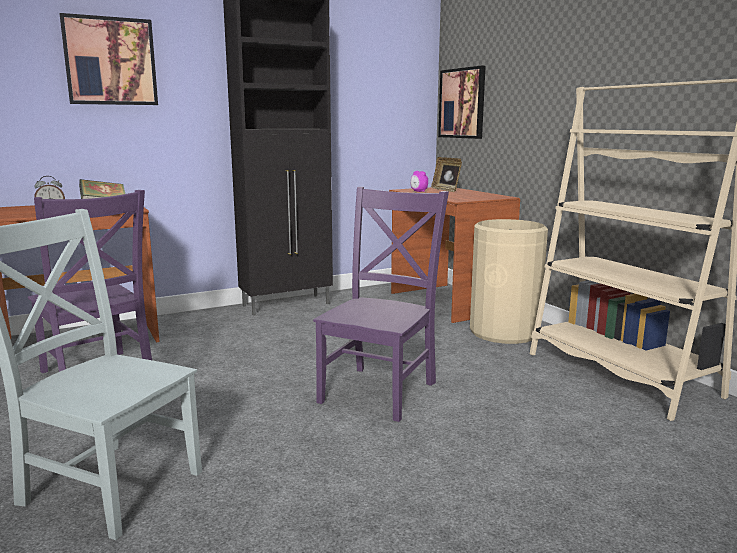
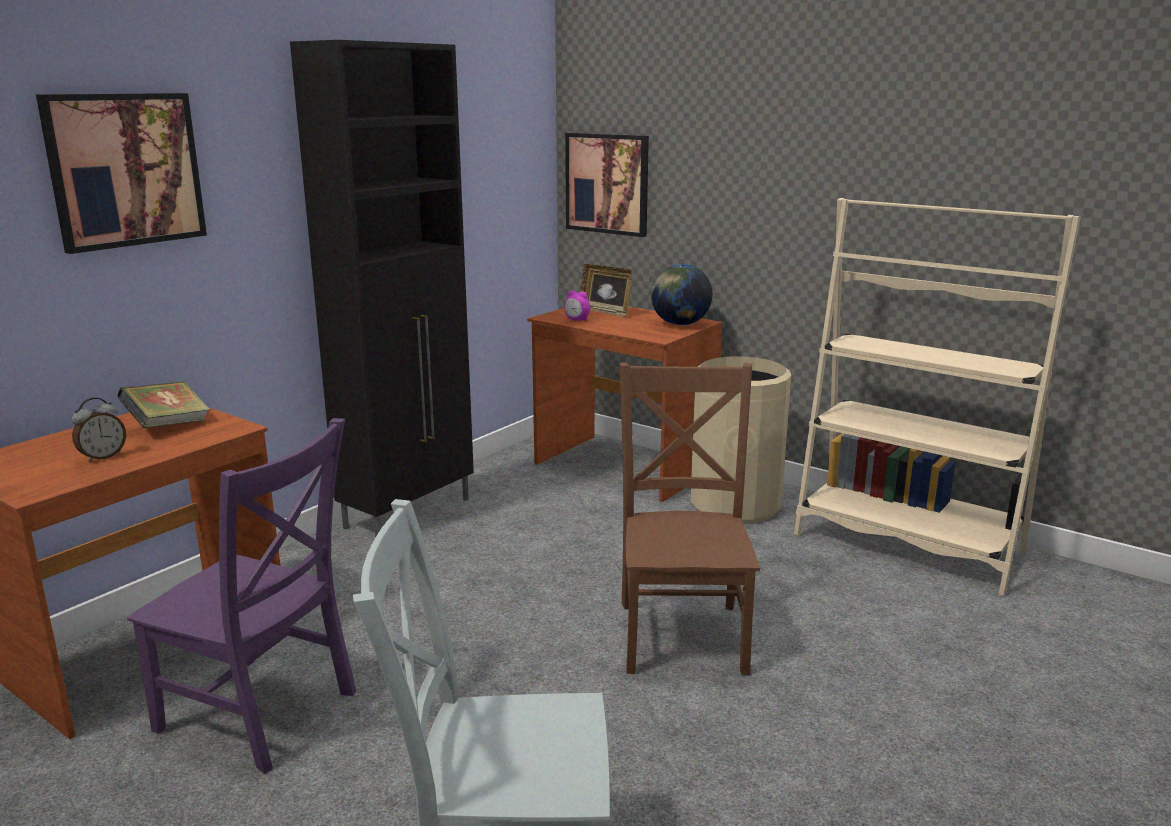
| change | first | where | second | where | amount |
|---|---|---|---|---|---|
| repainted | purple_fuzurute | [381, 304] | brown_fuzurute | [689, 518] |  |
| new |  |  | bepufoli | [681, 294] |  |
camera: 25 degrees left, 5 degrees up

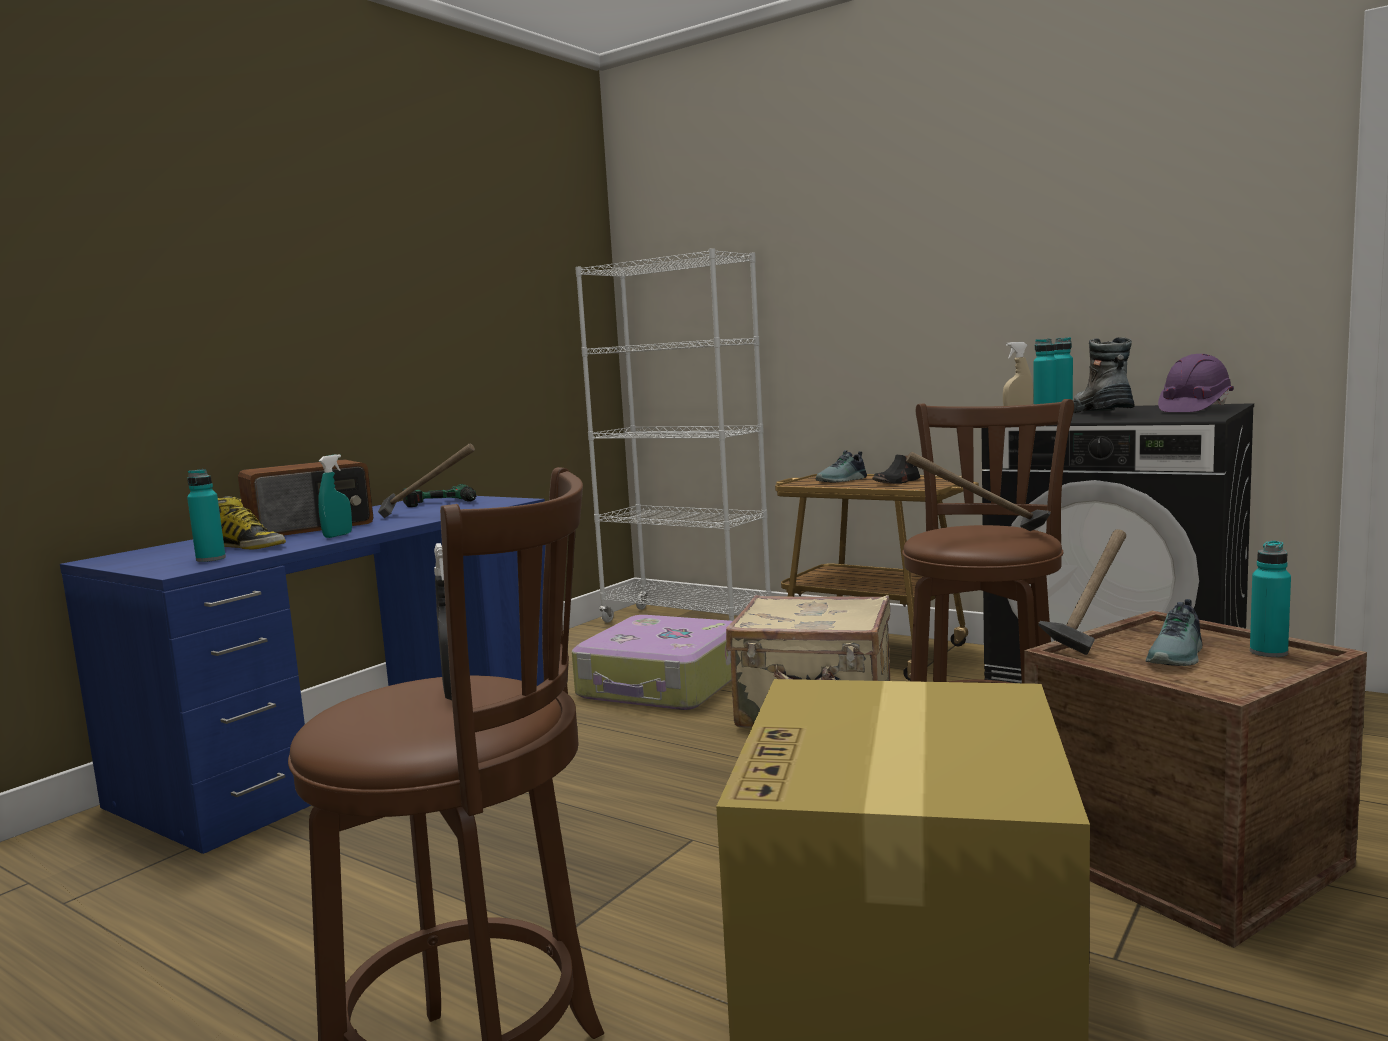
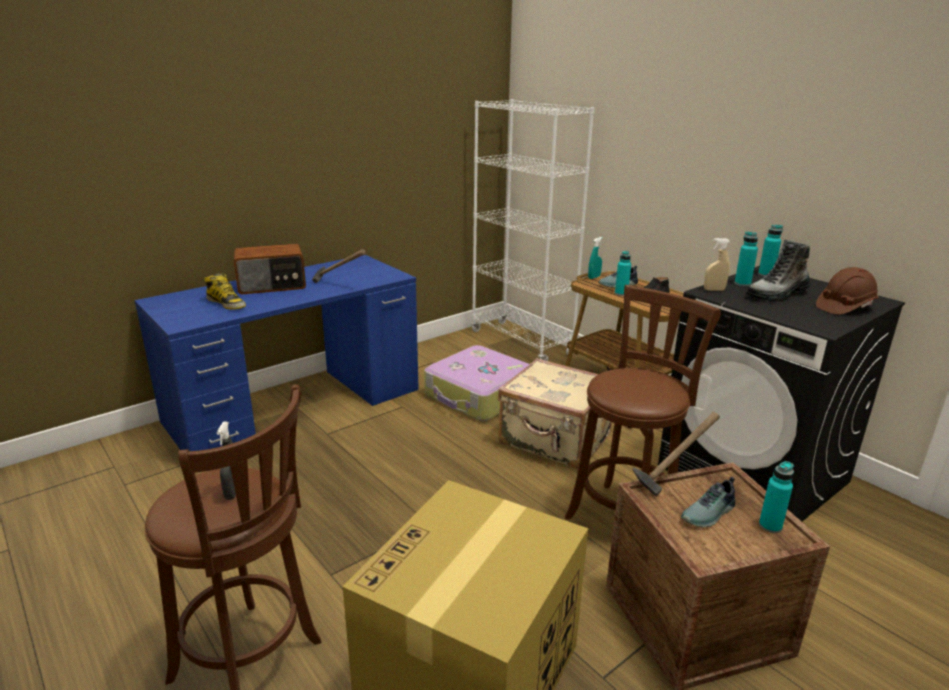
| change | first | where | second | where | amount |
|---|---|---|---|---|---|
| rotated | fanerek | [1103, 375] |  | [778, 271] | 135 degrees counterclockwise |
| repainted | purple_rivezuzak | [1196, 383] | brown_rivezuzak | [847, 290] |  |
| gone | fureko | [978, 491] |  |  |  |
| shifted | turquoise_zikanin | [335, 496] |  | [595, 258] |  |
| shifted | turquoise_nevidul | [206, 515] |  | [623, 273] |  |
| gone | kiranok | [439, 495] |  |  |  |
camera: 15 degrees right, 15 degrees up

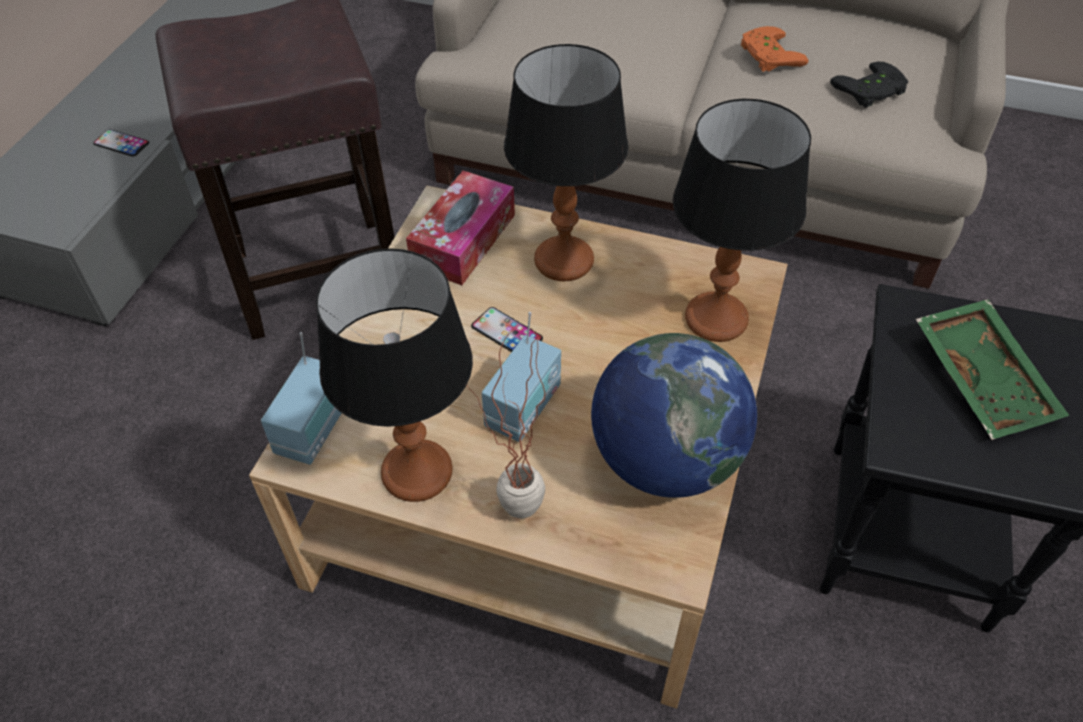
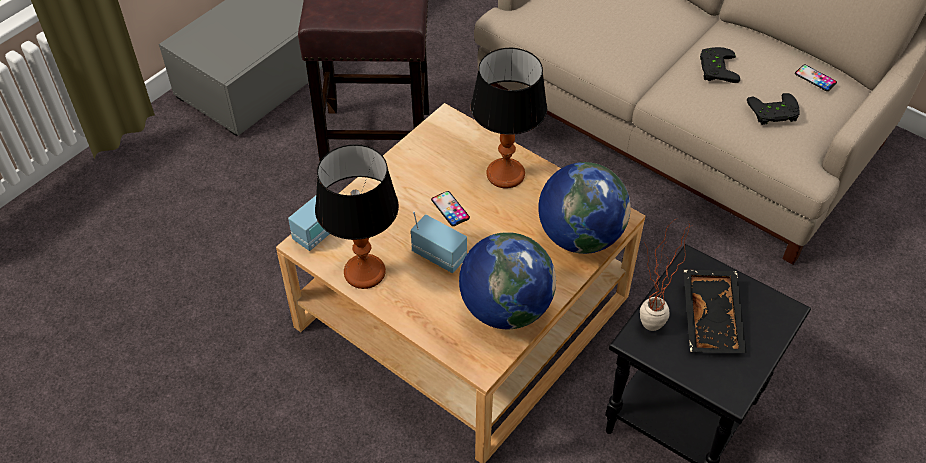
| change | first | where | second | where | amount |
|---|---|---|---|---|---|
| repainted | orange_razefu | [775, 49] | black_razefu | [720, 65] |  |
| swapped | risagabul | [742, 220] | bepufoli | [584, 208] |  |
| shifted | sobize | [121, 143] |  | [816, 78] |  |
| gone | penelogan | [460, 228] |  |  |  |
| repainted | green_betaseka | [992, 369] | black_betaseka | [715, 311] |  |
| rotated | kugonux | [521, 377] |  | [439, 242] | 105 degrees counterclockwise |
| shifted | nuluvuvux | [506, 423] |  | [667, 275] |  |
camera: 20 degrees right, 0 degrees up

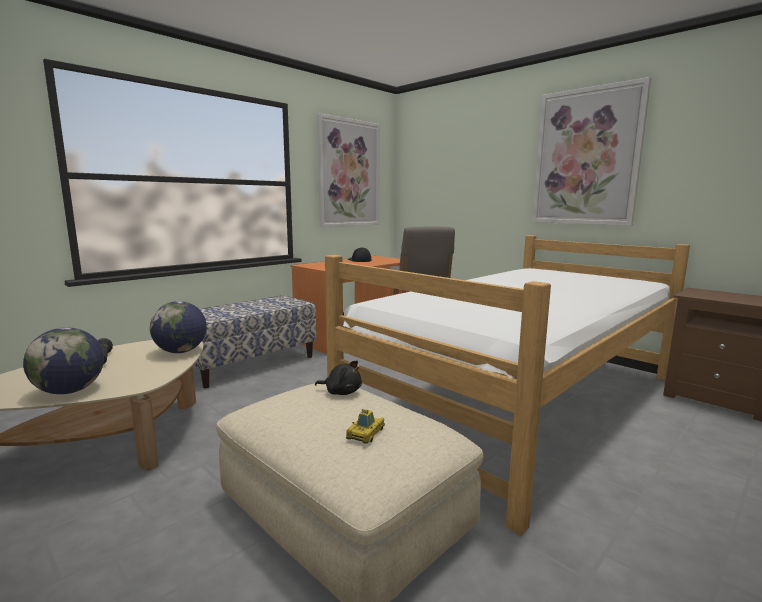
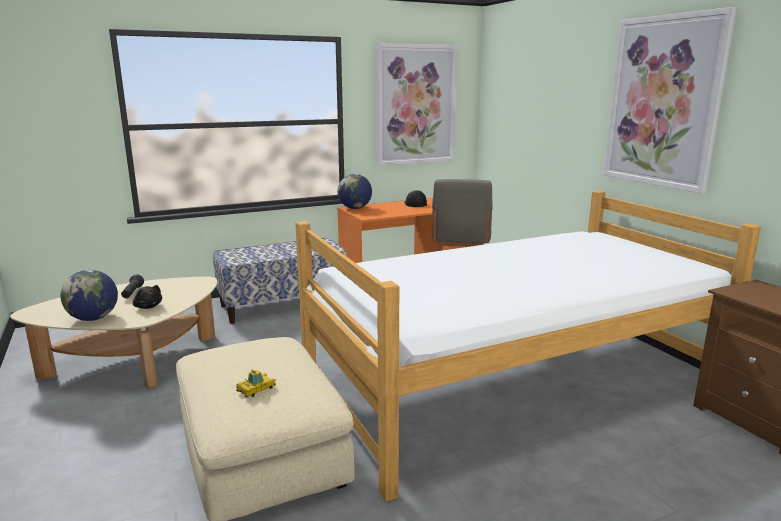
| change | first | where | second | where | amount |
|---|---|---|---|---|---|
| shifted | bepufoli | [178, 327] |  | [355, 191] |  |
| shifted | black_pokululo | [338, 377] |  | [147, 297] |  |
camera: 20 degrees right, 5 degrees up

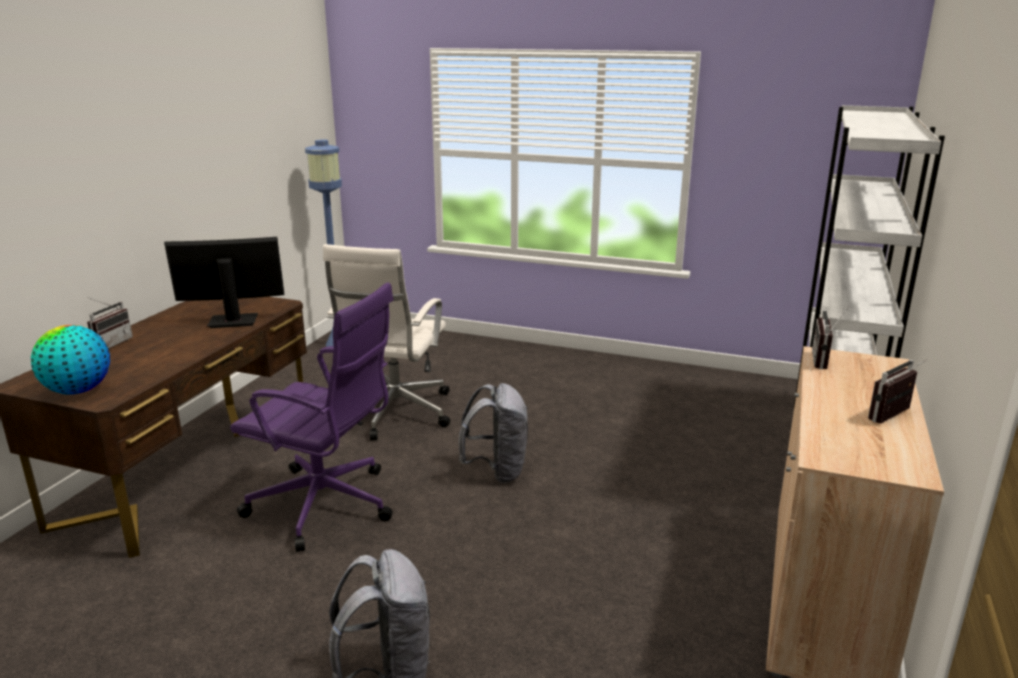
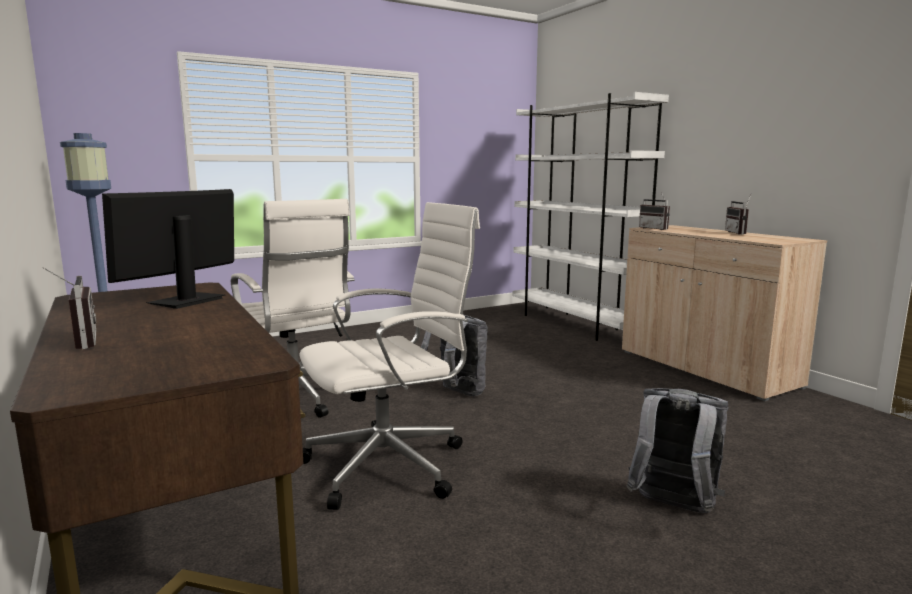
| change | first | where | second | where | amount |
|---|---|---|---|---|---|
| repainted | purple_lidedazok | [312, 417] | white_lidedazok | [389, 356] |  |
| gone | bepufoli | [70, 360] |  |  |  |
camera: 50 degrees left, 10 degrees down

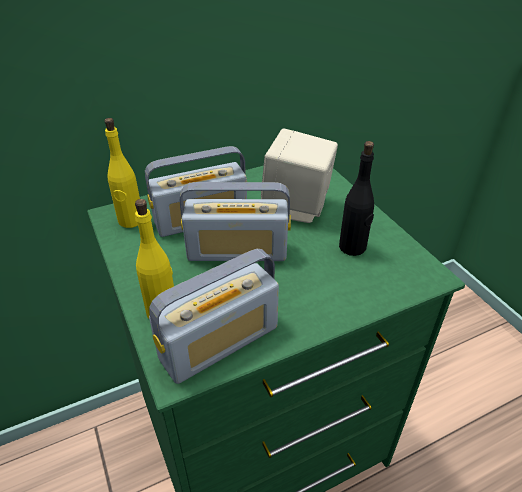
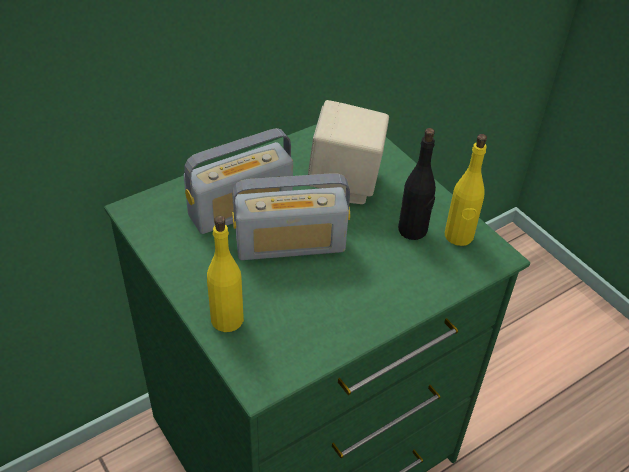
| change | first | where | second | where | amount |
|---|---|---|---|---|---|
| shifted | yellow_nevidul | [122, 173] |  | [466, 190] |  |
| gone | kugonux | [214, 316] |  |  |  |
camera: 10 degrees left, 5 degrees up

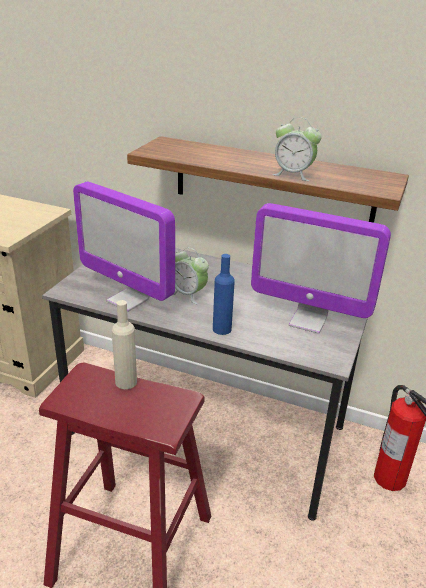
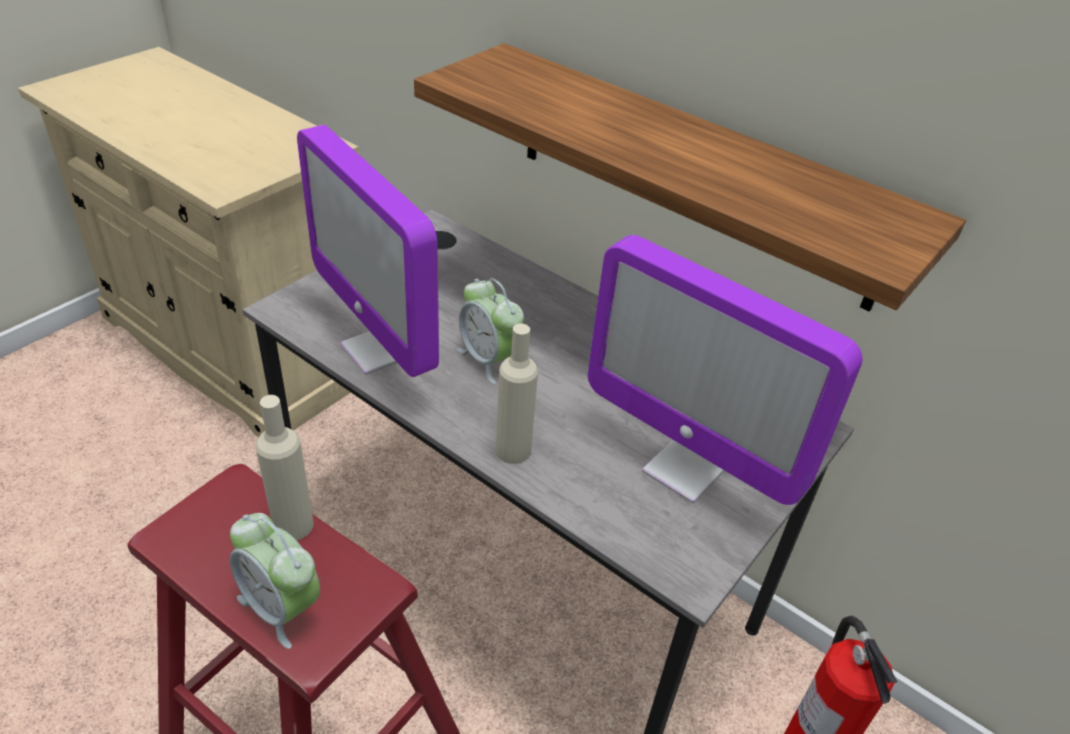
| change | first | where | second | where | amount |
|---|---|---|---|---|---|
| shifted | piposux | [297, 149] |  | [275, 581] |  |
| repainted | blue_nevidul | [224, 294] | beige_nevidul | [516, 394] |  |
camera: 15 degrees right, 10 degrees up

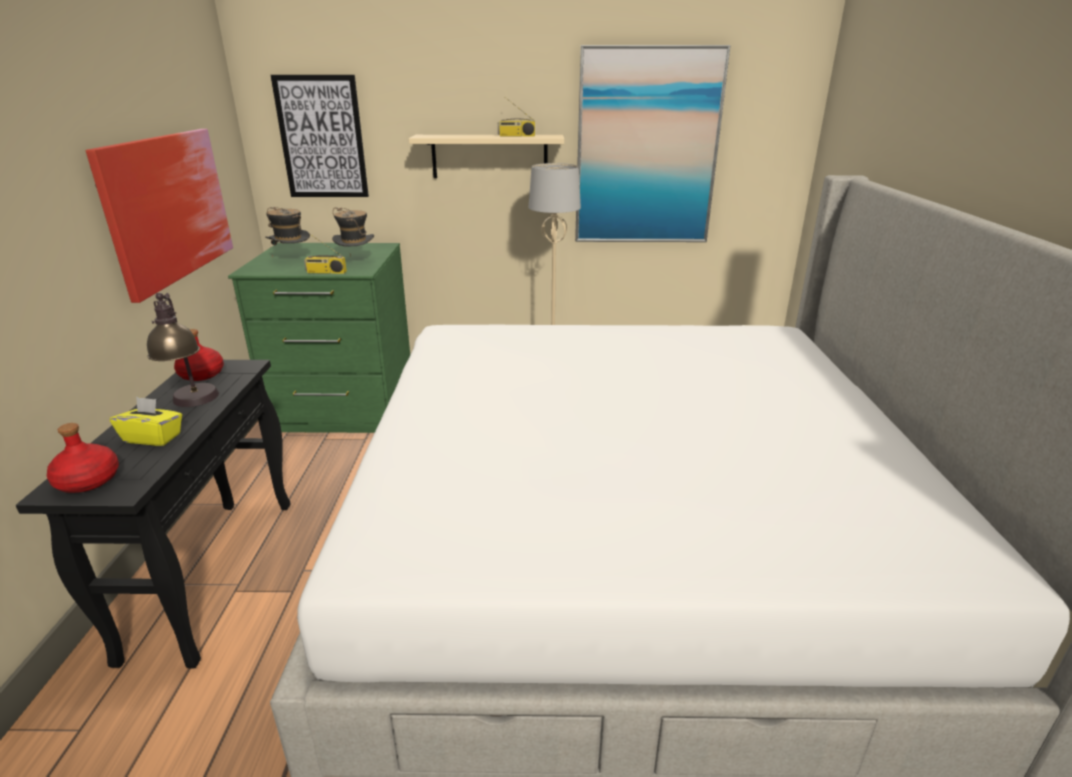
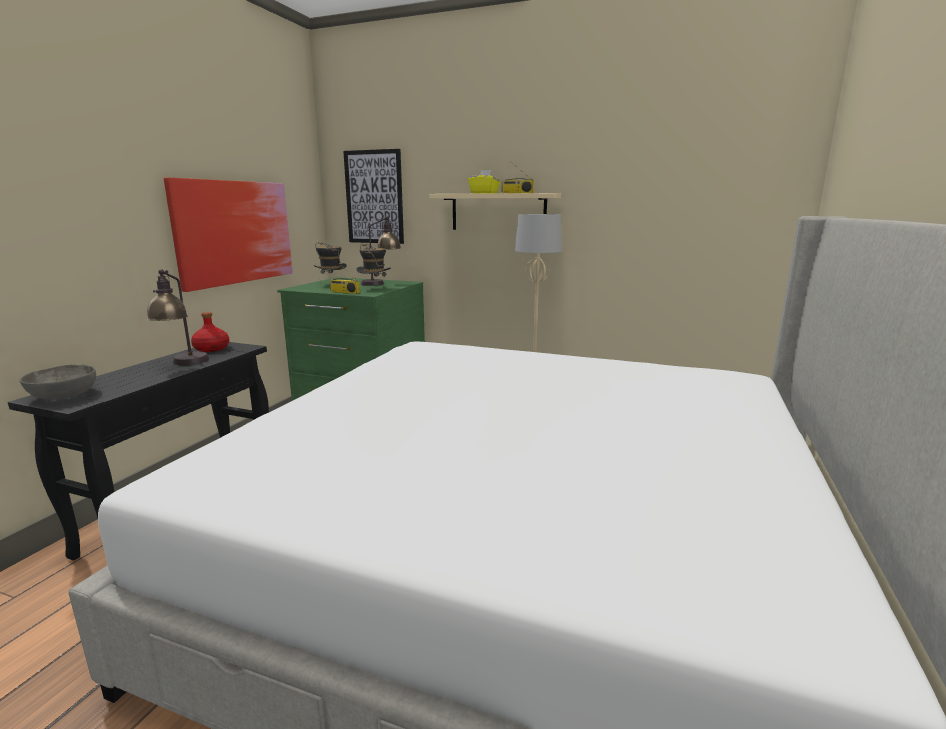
| change | first | where | second | where | amount |
|---|---|---|---|---|---|
| gone | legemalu | [653, 143] |  |  |  |
| shifted | yellow_penelogan | [146, 421] |  | [484, 182] |  |
| swapped | red_nevidul | [83, 458] | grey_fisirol | [58, 382] |  |
| new |  |  | risagabul | [381, 251] |  |
camera: 20 degrees right, 10 degrees down

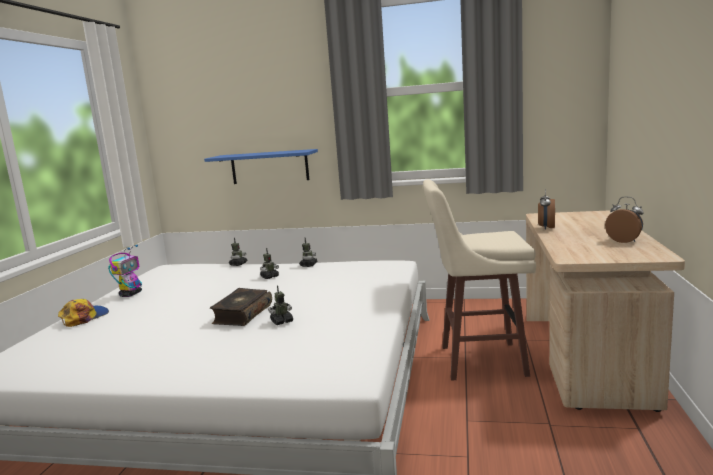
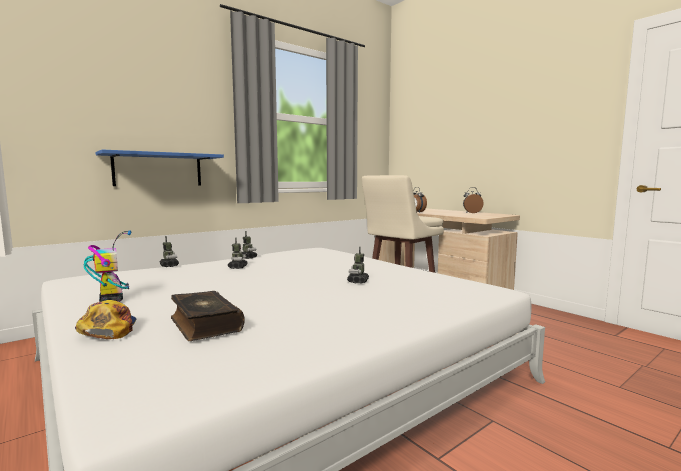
| change | first | where | second | where | amount |
|---|---|---|---|---|---|
| shifted | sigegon | [241, 307] |  | [208, 316] |  |
camera: 50 degrees left, 5 degrees down

